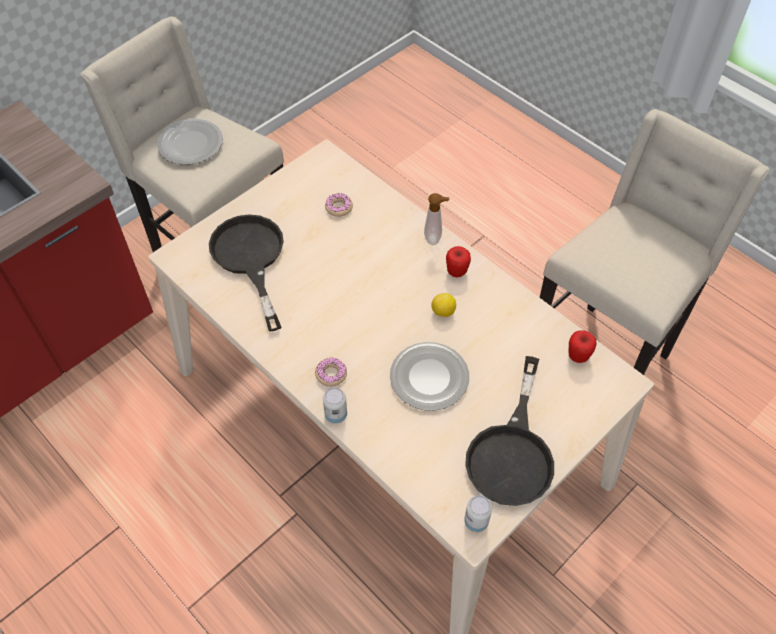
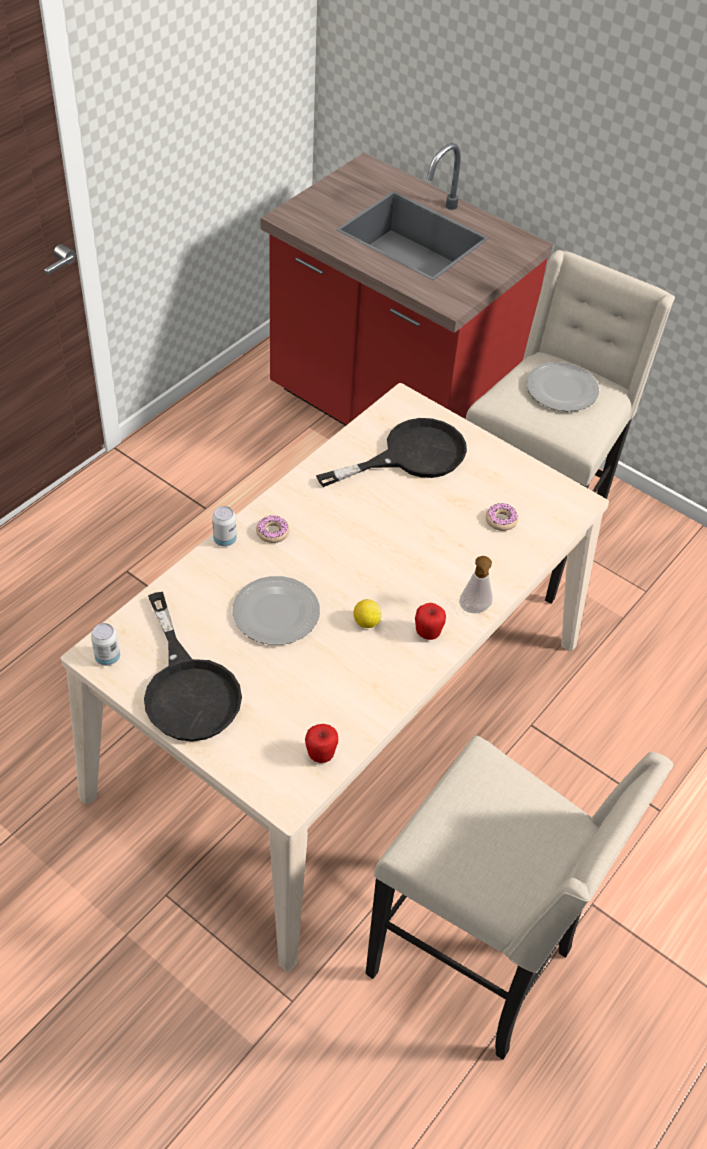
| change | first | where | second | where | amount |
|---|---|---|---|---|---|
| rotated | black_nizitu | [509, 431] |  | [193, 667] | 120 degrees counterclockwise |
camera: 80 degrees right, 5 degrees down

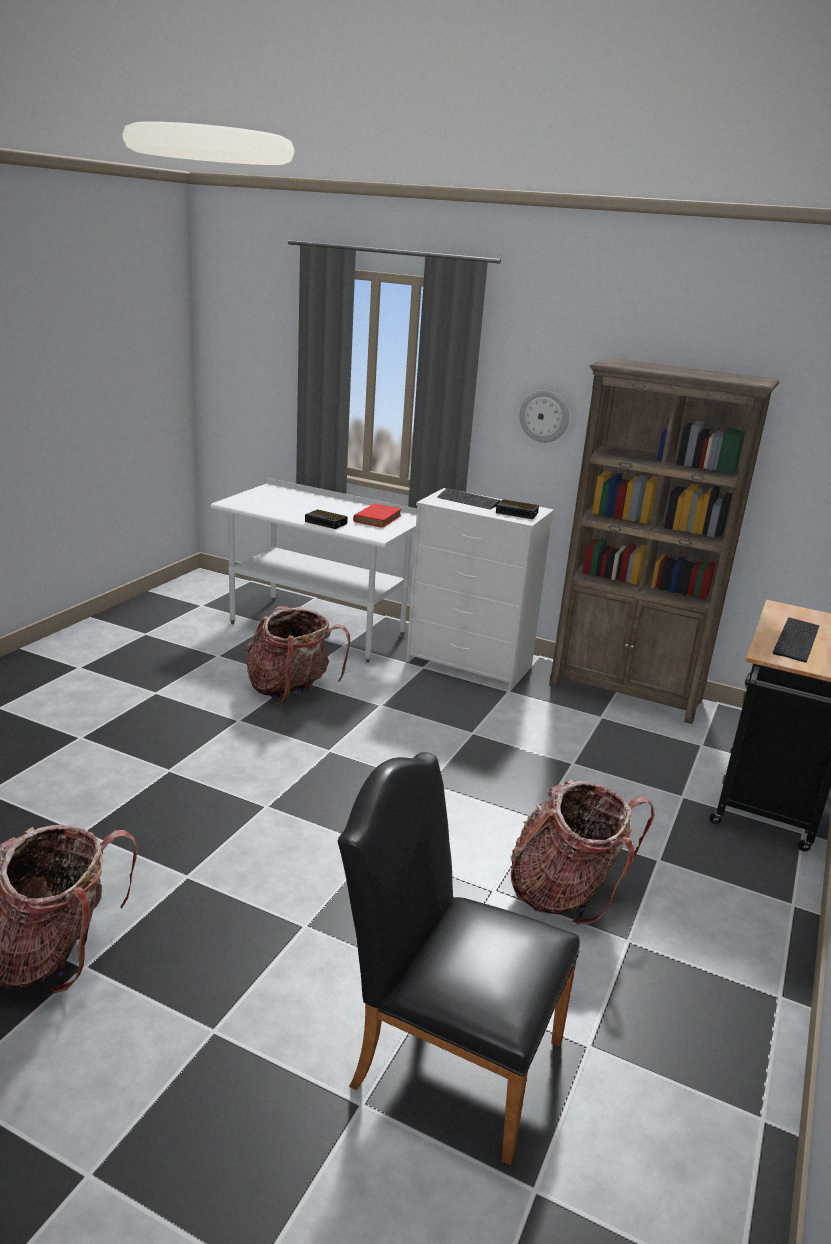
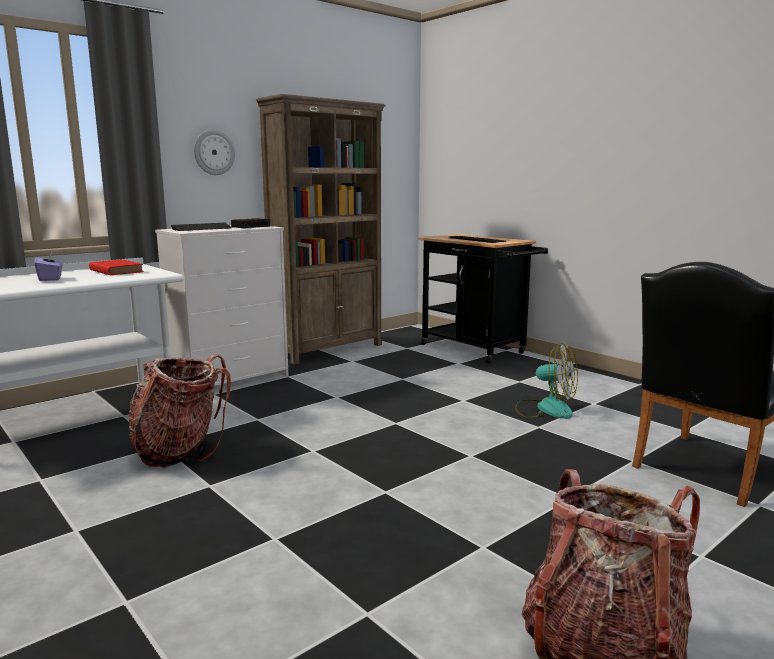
| change | first | where | second | where | amount |
|---|---|---|---|---|---|
| gone | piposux | [326, 519] |  |  |  |
| swapped | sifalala | [583, 852] | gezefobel | [546, 381] |  |
| new |  |  | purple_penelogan | [48, 266] |  |
camera: 65 degrees left, 10 degrees down

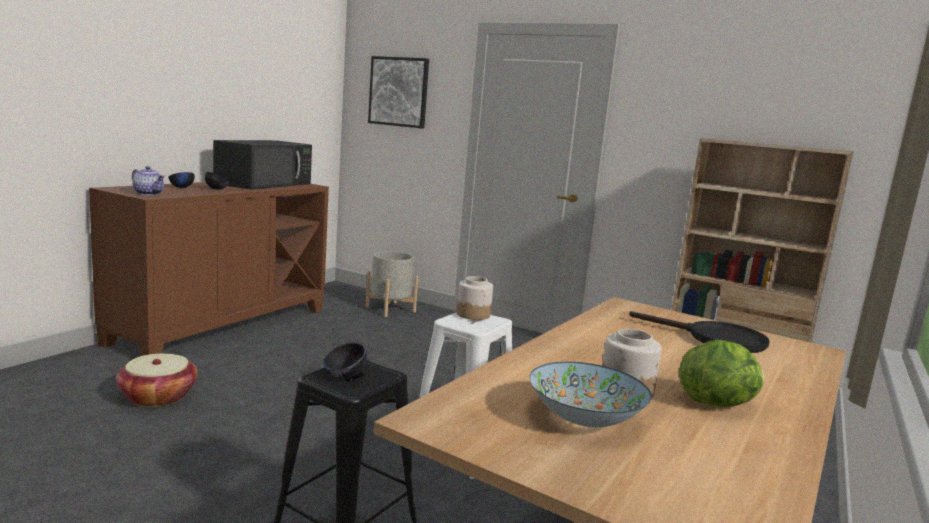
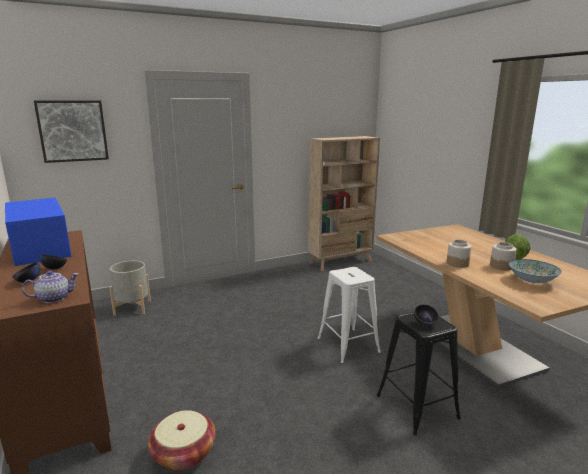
| change | first | where | second | where | amount |
|---|---|---|---|---|---|
| repainted | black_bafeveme | [262, 165] | blue_bafeveme | [38, 232] |  |
| shifted | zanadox | [475, 298] |  | [459, 254] |  |
| gone | black_nizitu | [699, 332] |  |  |  |
camera: 55 degrees left, 5 degrees up

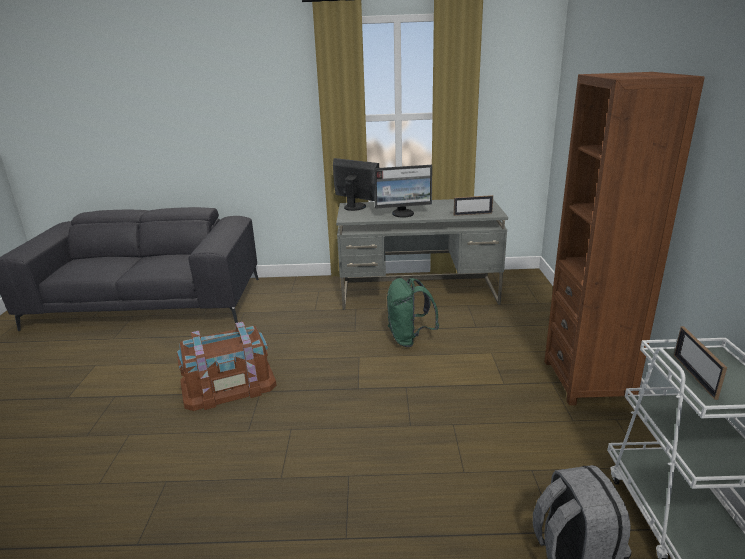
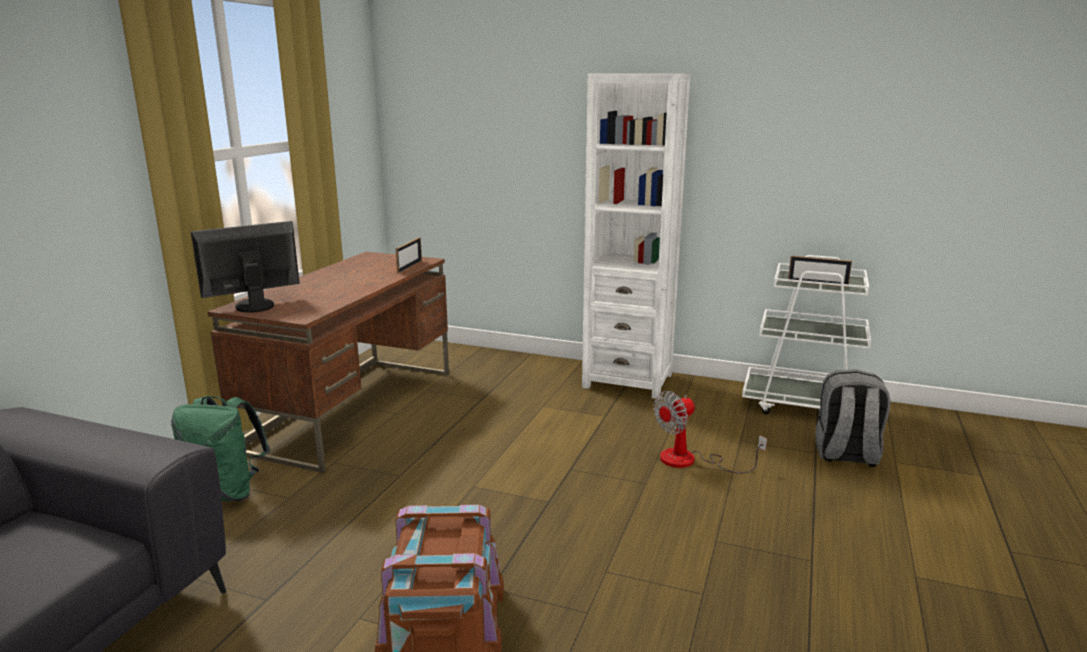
| change | first | where | second | where | amount |
|---|---|---|---|---|---|
| repainted | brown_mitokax | [624, 238] | white_mitokax | [636, 236] |  |
| gone | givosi | [403, 191] |  |  |  |
| repainted | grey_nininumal | [422, 254] | brown_nininumal | [328, 362] |  |
| shifted | green_sifalala | [413, 312] |  | [220, 448] |  |
| new |  |  | gezefobel | [710, 432] |  |
camera: 70 degrees left, 5 degrees down

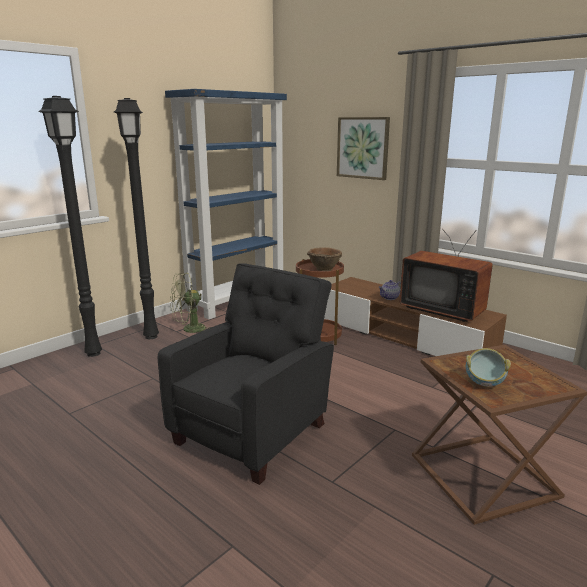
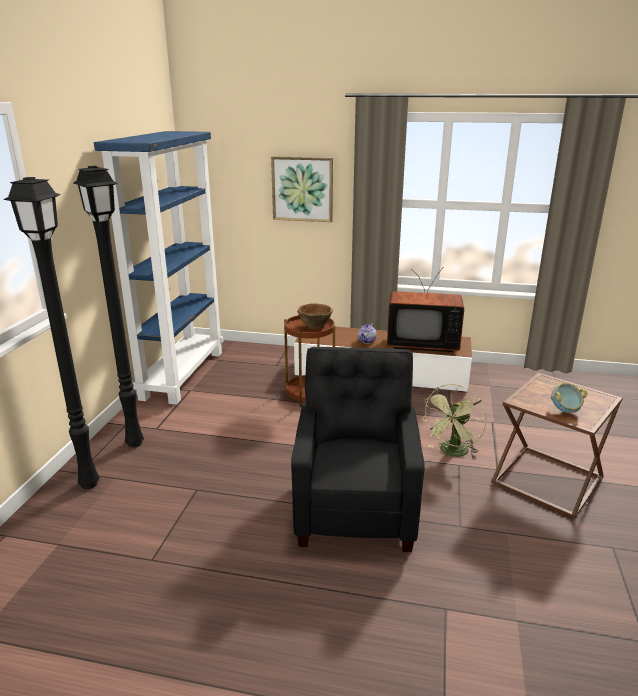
| change | first | where | second | where | amount |
|---|---|---|---|---|---|
| shifted | green_gezefobel | [190, 303] |  | [454, 421] |  |
camera: 30 degrees left, 5 degrees up

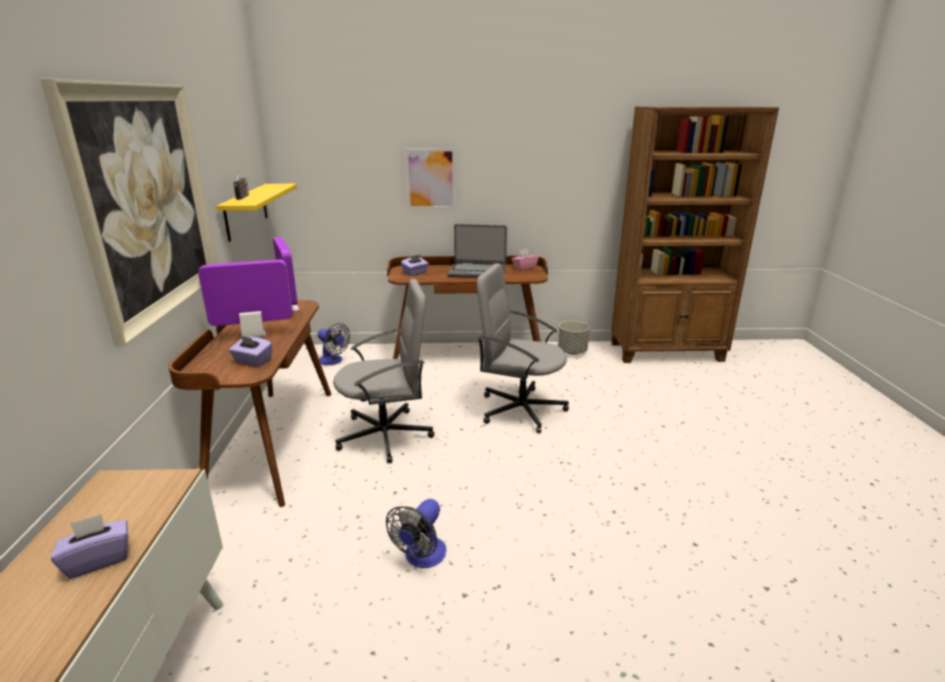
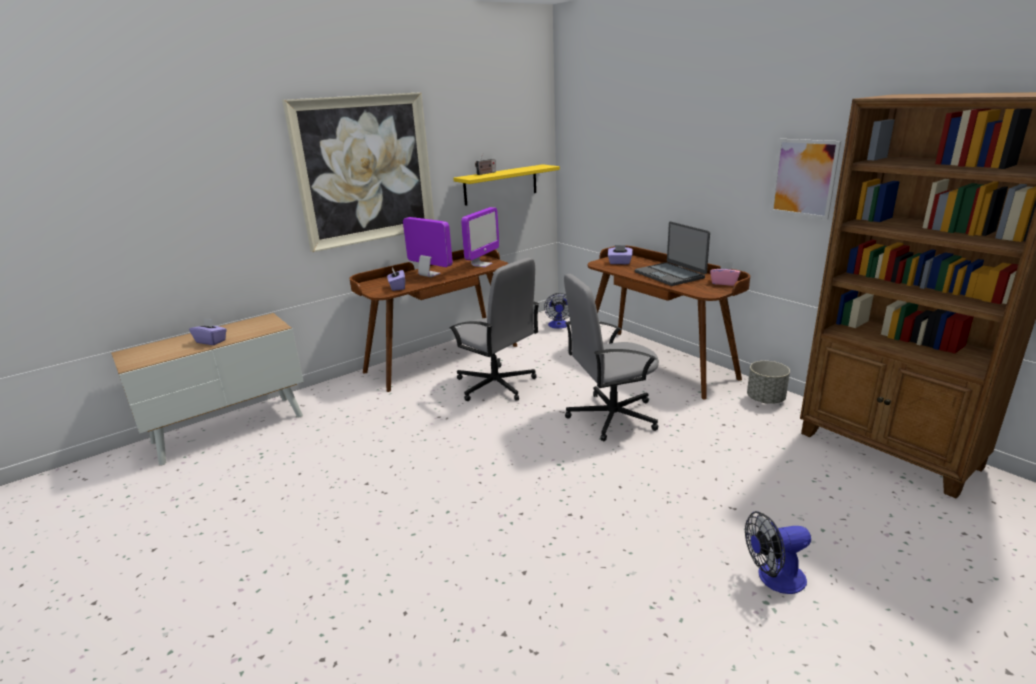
| change | first | where | second | where | amount |
|---|---|---|---|---|---|
| shifted | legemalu | [430, 178] |  | [805, 179] |  |
| rotated | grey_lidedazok | [523, 348] |  | [611, 357] | 90 degrees counterclockwise |
| shifted | gezefobel | [416, 533] |  | [778, 552] |  |
camera: 55 degrees right, 0 degrees up

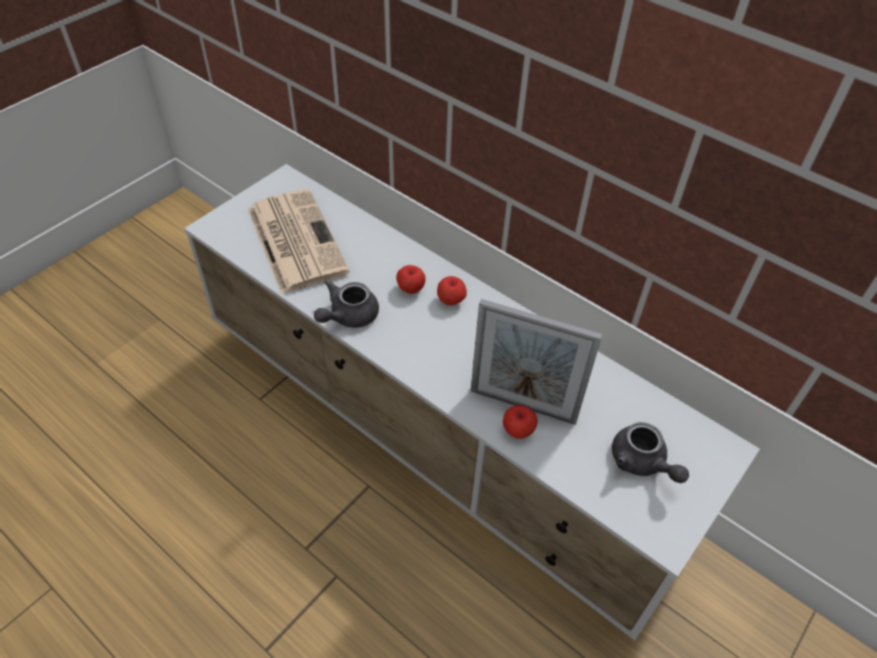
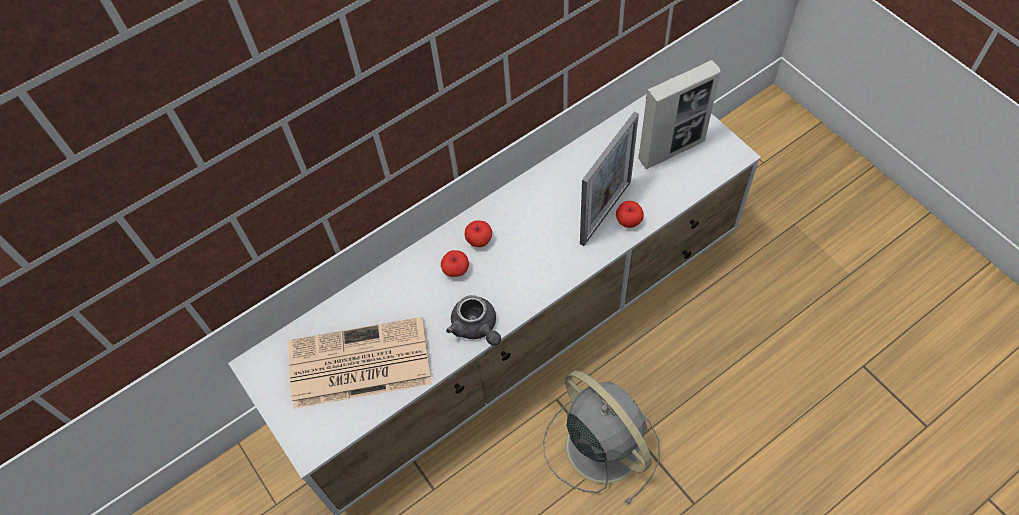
| change | first | where | second | where | amount |
|---|---|---|---|---|---|
| swapped | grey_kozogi | [650, 452] | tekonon | [679, 114] |  |
| new |  |  | grey_gezefobel | [601, 438] |  |
camera: 70 degrees left, 10 degrees up

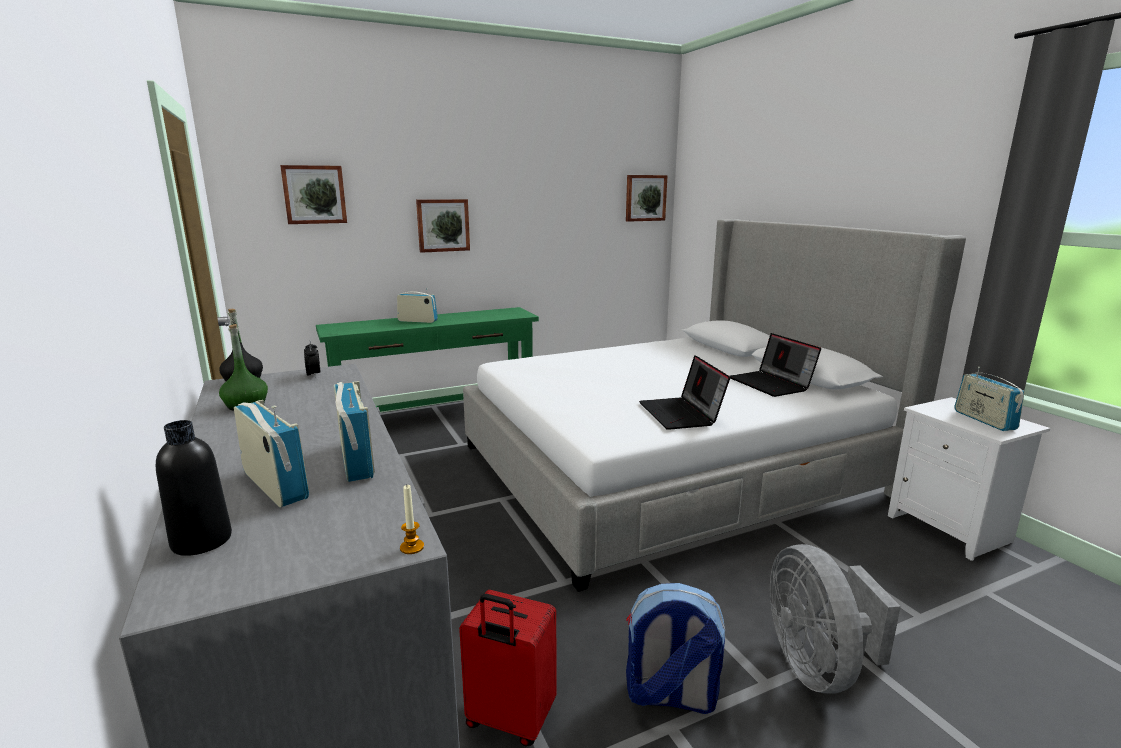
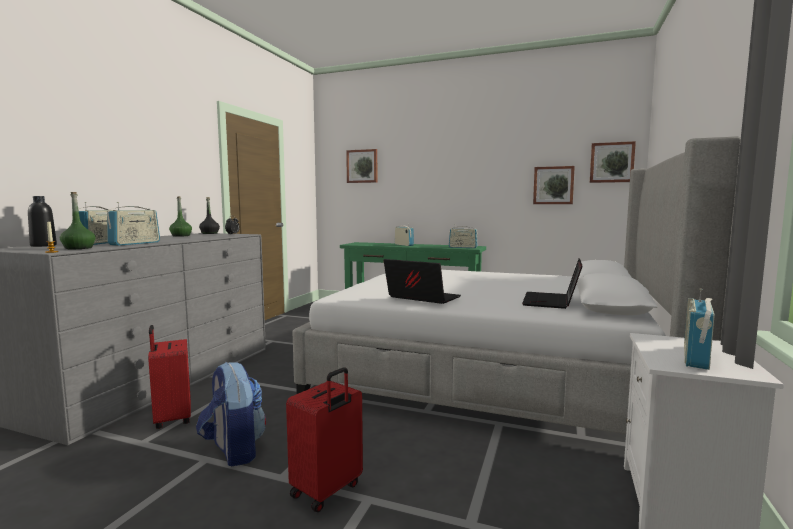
| change | first | where | second | where | amount |
|---|---|---|---|---|---|
| shifted | legemalu | [443, 226] |  | [554, 185] |  |
| rotated | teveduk | [684, 392] |  | [422, 281] | 90 degrees clockwise |
| swapped | grey_gezefobel | [835, 619] | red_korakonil | [324, 439] |  |
| new |  |  | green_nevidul | [78, 220] |  |
| new |  |  | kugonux | [463, 237] |  |
camera: 45 degrees right, 10 degrees down

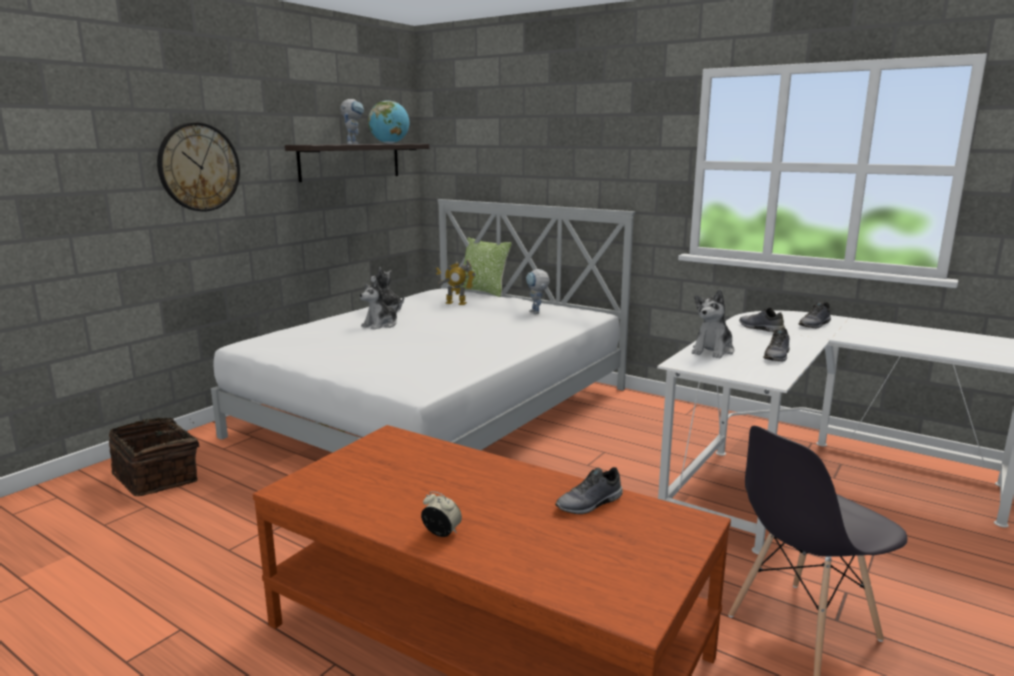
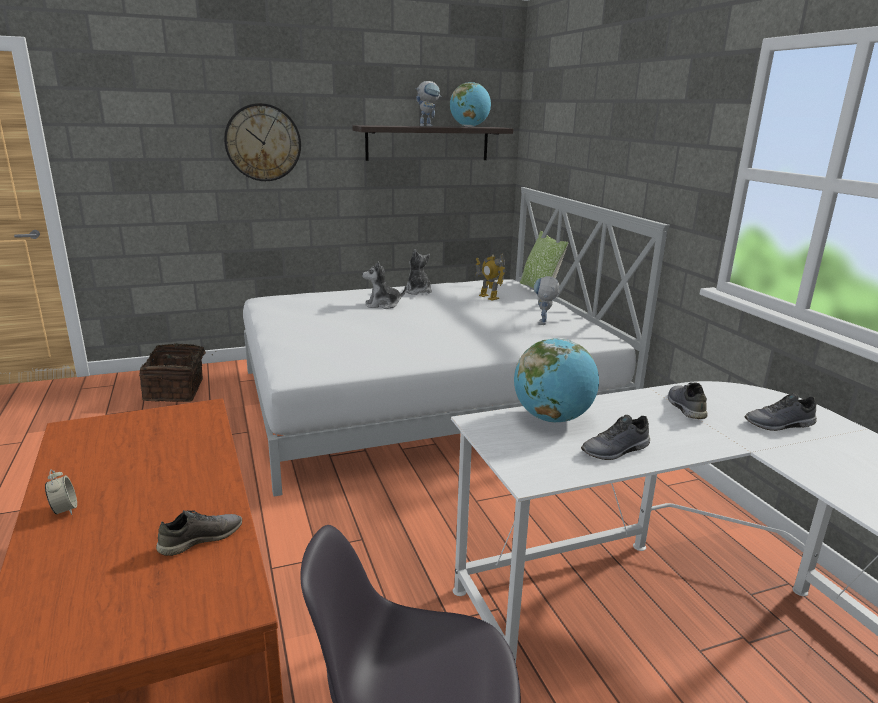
| change | first | where | second | where | amount |
|---|---|---|---|---|---|
| swapped | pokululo | [713, 324] | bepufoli | [556, 380] |  |
| rotated | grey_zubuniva | [589, 490] |  | [199, 533] | 135 degrees clockwise |
camera: 35 degrees right, 5 degrees up

